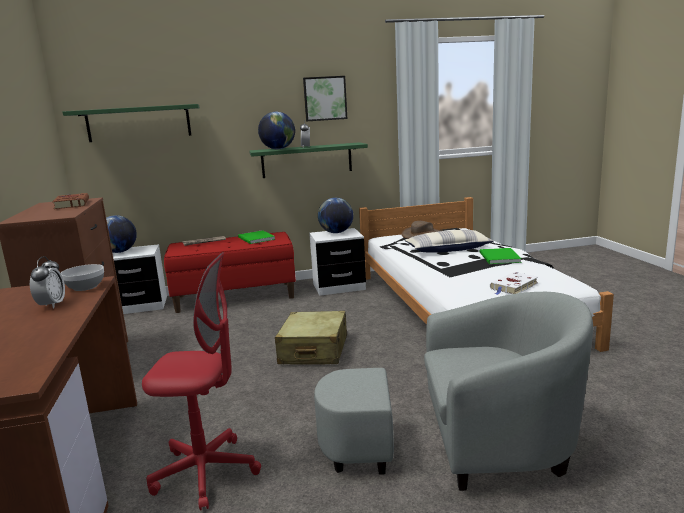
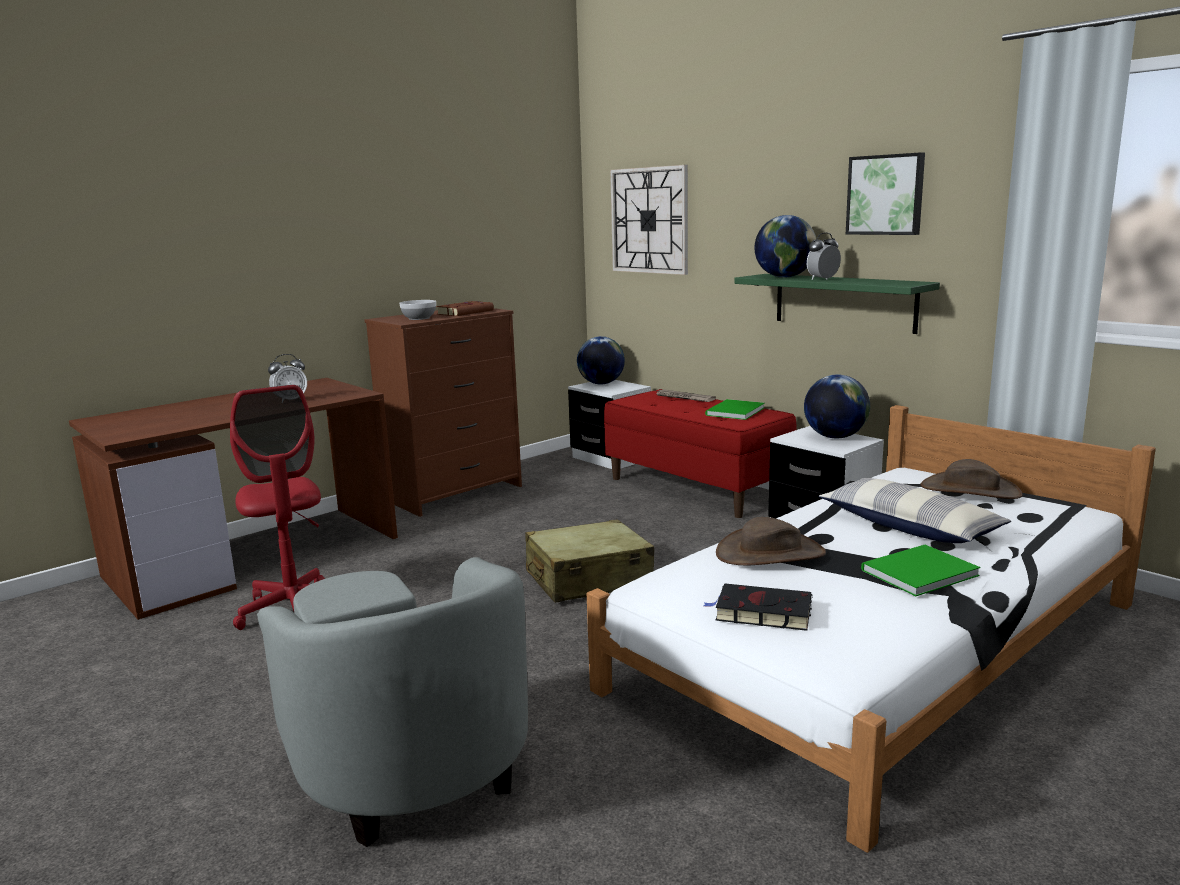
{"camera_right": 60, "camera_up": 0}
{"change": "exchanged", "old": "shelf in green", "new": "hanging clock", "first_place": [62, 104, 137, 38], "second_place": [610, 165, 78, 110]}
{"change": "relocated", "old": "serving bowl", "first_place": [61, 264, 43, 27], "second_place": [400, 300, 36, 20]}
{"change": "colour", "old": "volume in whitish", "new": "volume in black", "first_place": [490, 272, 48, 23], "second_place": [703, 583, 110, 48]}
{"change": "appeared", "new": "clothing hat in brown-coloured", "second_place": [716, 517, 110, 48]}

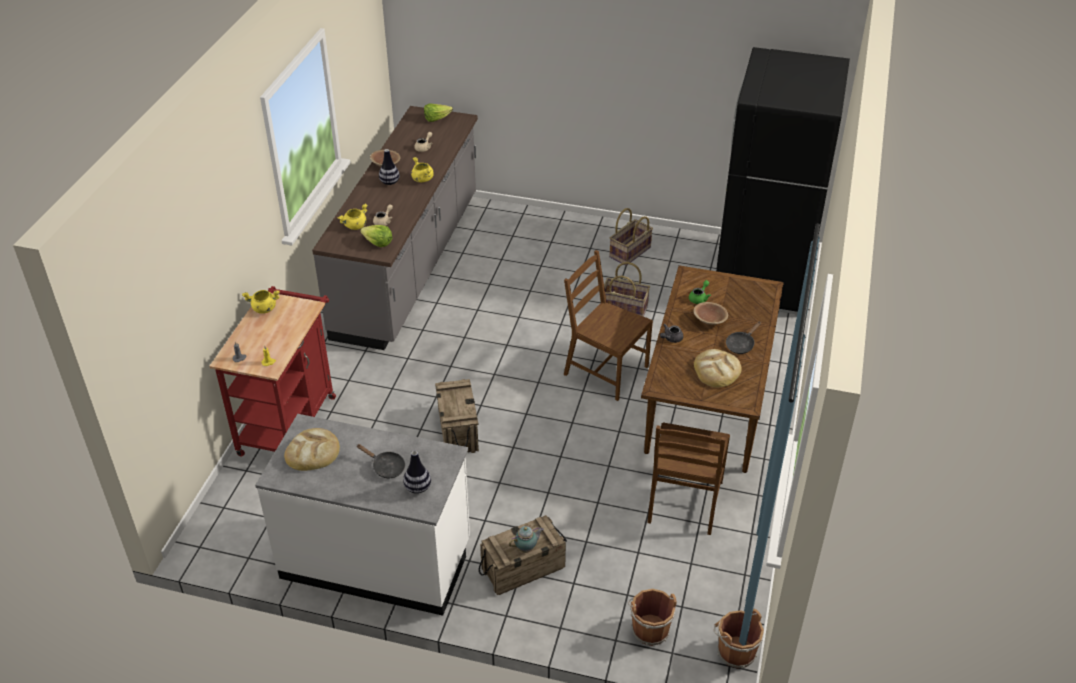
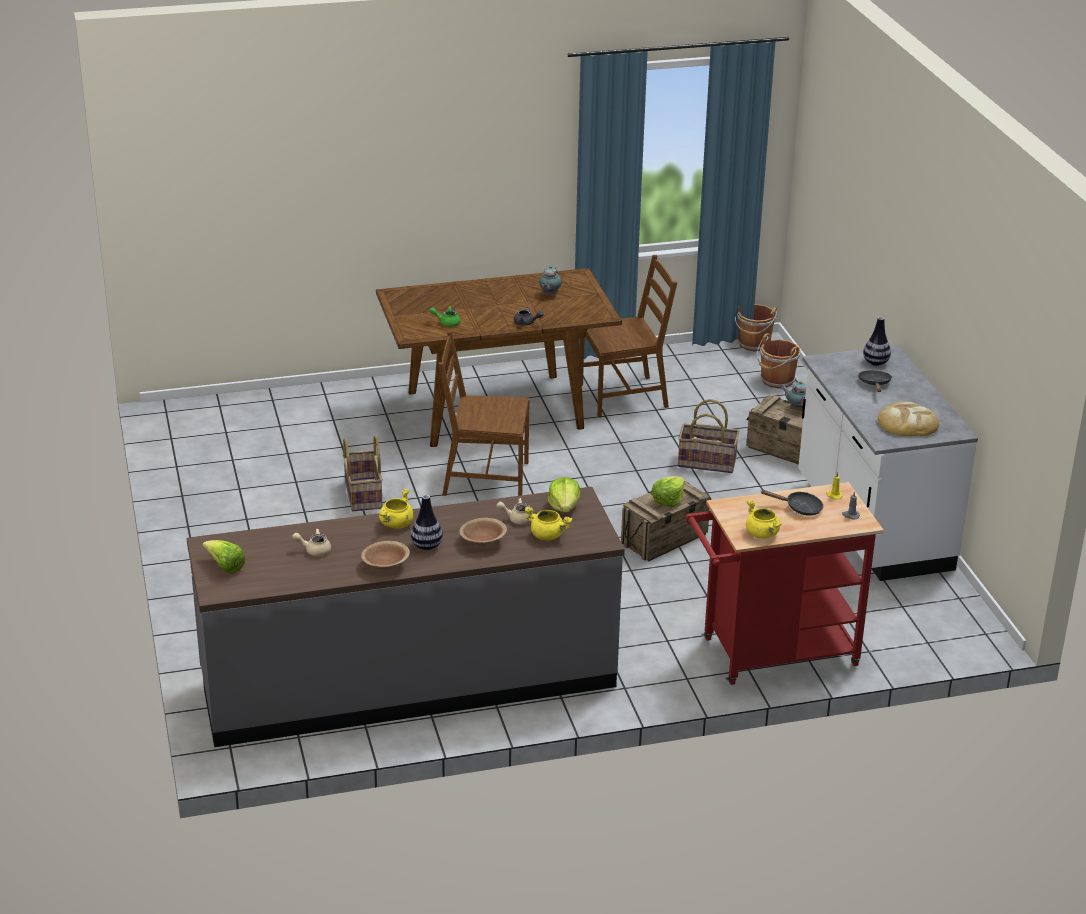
{"camera_right": -120, "camera_up": -10}
{"change": "missing", "old": "kitchen fridge in black", "first_place": [716, 47, 134, 267]}
{"change": "relocated", "old": "storage basket", "first_place": [609, 208, 44, 58], "second_place": [678, 399, 61, 74]}
{"change": "spun", "old": "plain chair in brown-coloured", "first_place": [564, 250, 89, 151], "second_place": [439, 331, 91, 165], "degrees": 90}
{"change": "relocated", "old": "serving bowl in brown-coloured", "first_place": [693, 302, 35, 23], "second_place": [459, 518, 48, 28]}
{"change": "relocated", "old": "pan in black", "first_place": [726, 321, 35, 33], "second_place": [760, 490, 63, 26]}
{"change": "exchanged", "old": "bread", "new": "teapot", "first_place": [694, 349, 48, 38], "second_place": [539, 266, 23, 30]}
{"change": "appeared", "new": "head of lettuce", "second_place": [652, 476, 33, 31]}

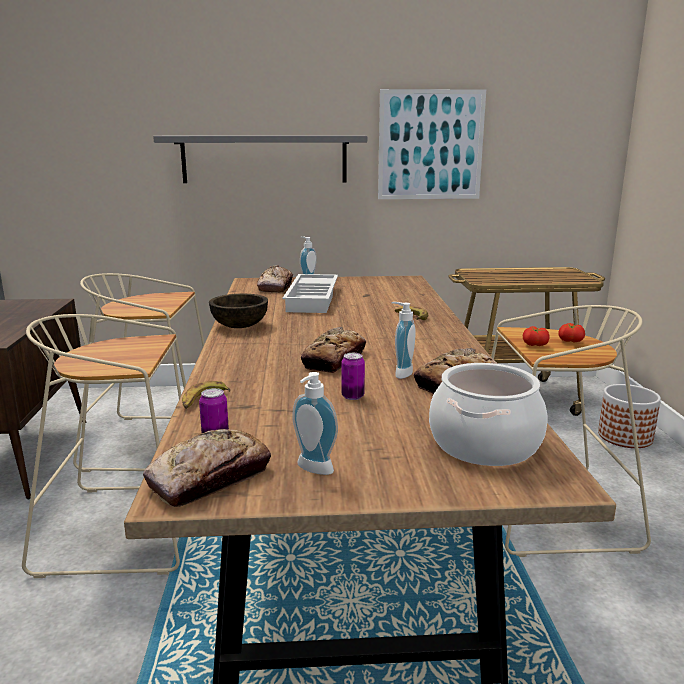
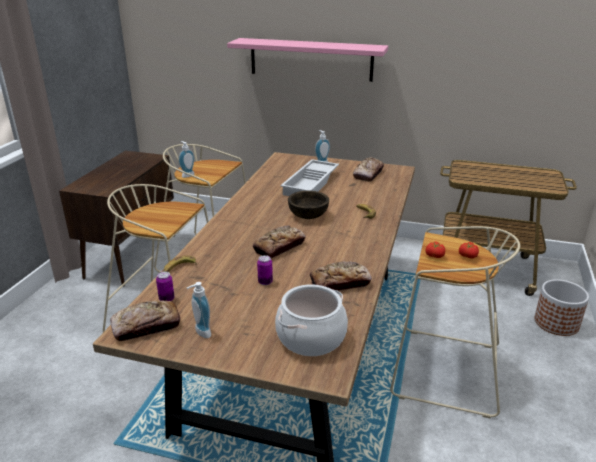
{"camera_right": 20, "camera_up": 10}
{"change": "missing", "old": "wall picture", "first_place": [378, 89, 108, 110]}
{"change": "colour", "old": "shelf in grey", "new": "shelf in pink-coloured", "first_place": [153, 136, 214, 47], "second_place": [227, 38, 161, 44]}
{"change": "relocated", "old": "bread", "first_place": [257, 265, 36, 28], "second_place": [353, 157, 31, 25]}
{"change": "relocated", "old": "serving bowl in brown-coloured", "first_place": [209, 294, 59, 34], "second_place": [288, 191, 41, 28]}
{"change": "relocated", "old": "soap bottle", "first_place": [392, 302, 24, 77], "second_place": [178, 141, 17, 37]}

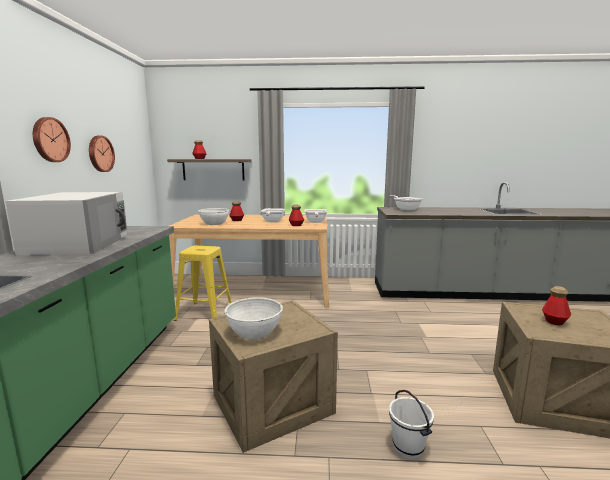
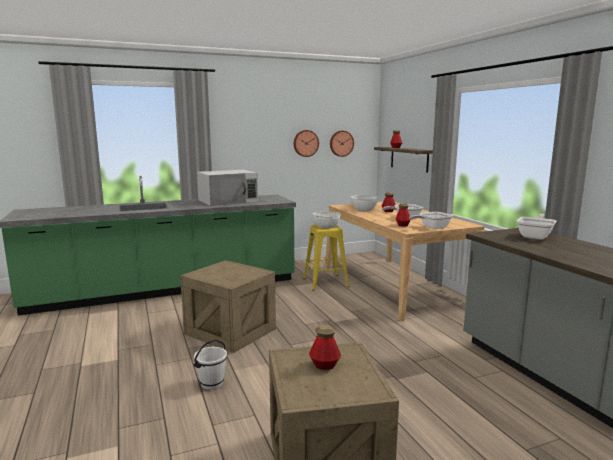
{"camera_right": 65, "camera_up": 0}
{"change": "relocated", "old": "hanging clock", "first_place": [33, 117, 38, 45], "second_place": [330, 131, 24, 26]}
{"change": "relocated", "old": "serving bowl in whitish", "first_place": [224, 297, 59, 43], "second_place": [312, 211, 29, 17]}

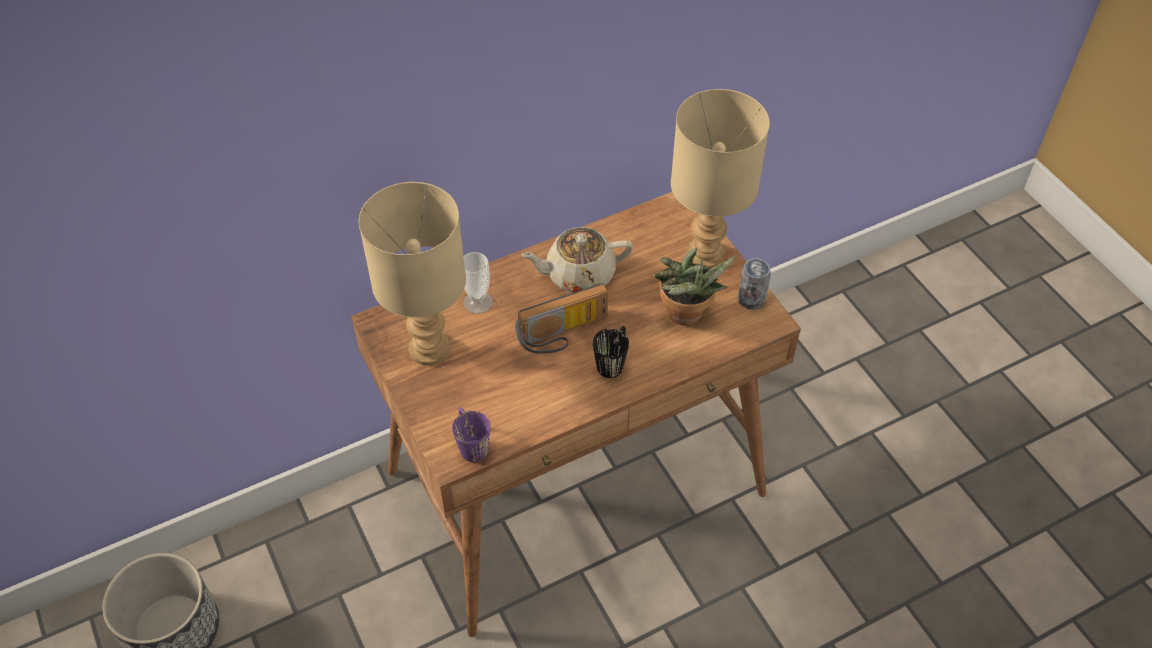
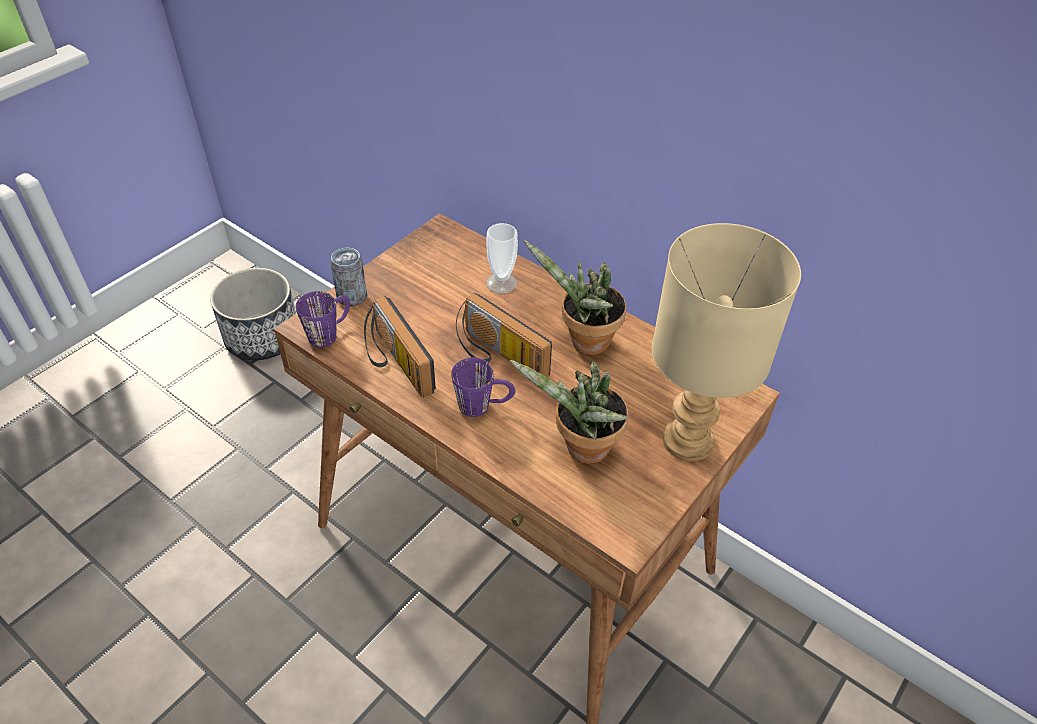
{"camera_right": 65, "camera_up": -5}
{"change": "missing", "old": "table lamp in sand-coloured", "first_place": [359, 182, 107, 184]}
{"change": "exchanged", "old": "teapot in sand-coloured", "new": "houseplant", "first_place": [521, 227, 112, 66], "second_place": [524, 240, 102, 115]}
{"change": "relocated", "old": "sealed can", "first_place": [738, 258, 33, 52], "second_place": [330, 248, 37, 58]}
{"change": "colour", "old": "tea mug in black", "new": "tea mug in purplish", "first_place": [593, 326, 36, 52], "second_place": [451, 358, 65, 59]}
{"change": "appeared", "new": "radio receiver", "second_place": [364, 296, 72, 102]}

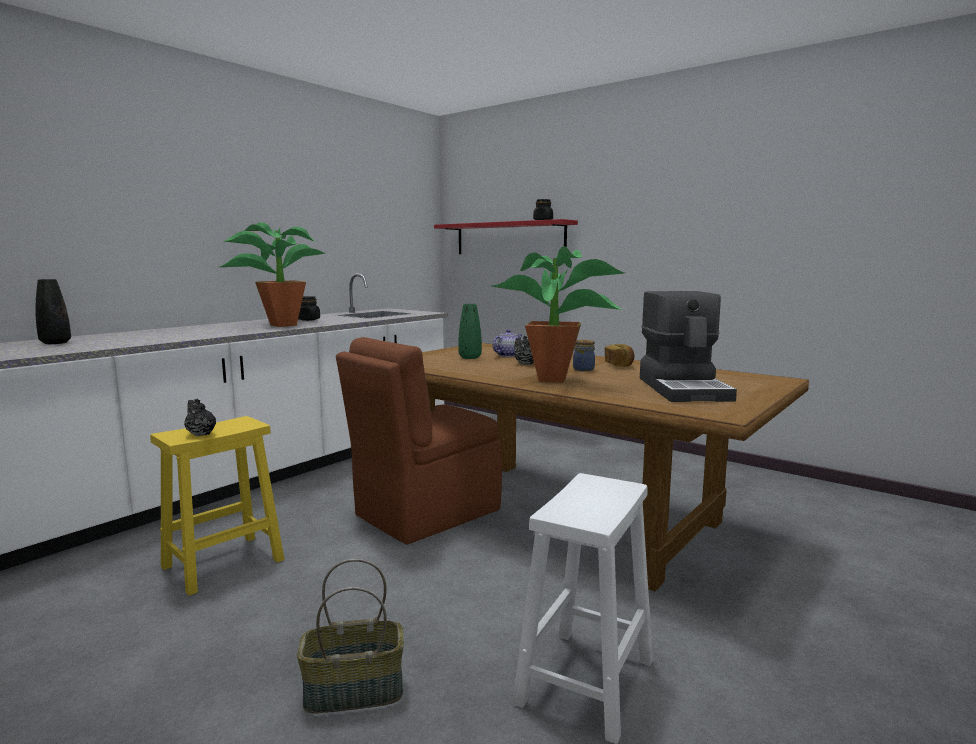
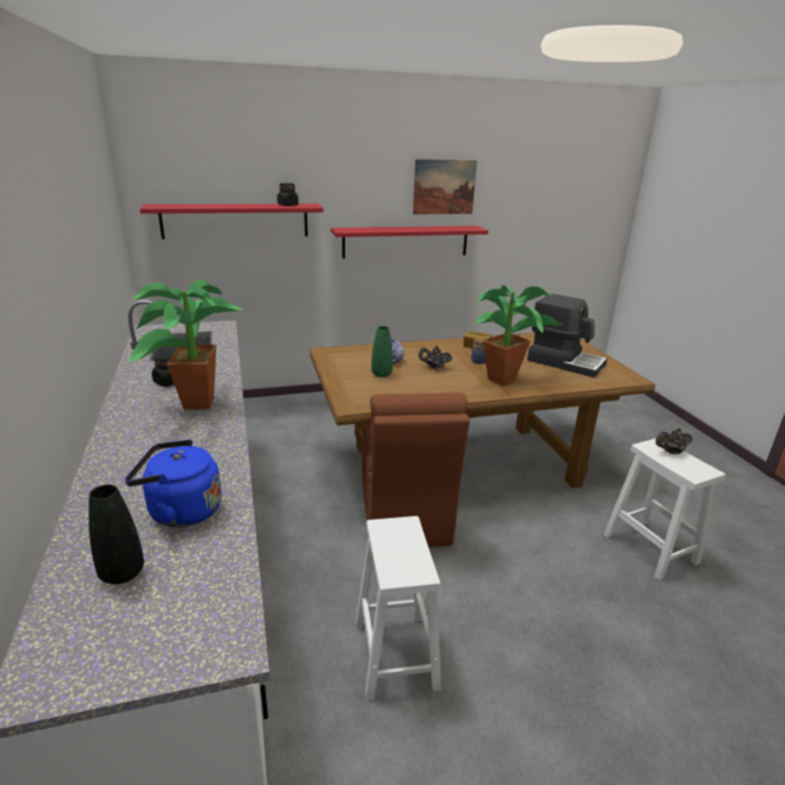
{"camera_right": -55, "camera_up": 15}
{"change": "relocated", "old": "teapot in black", "first_place": [184, 398, 32, 38], "second_place": [655, 428, 38, 26]}
{"change": "colour", "old": "stool seat in yellowish", "new": "stool seat in whitish", "first_place": [150, 416, 134, 180], "second_place": [355, 516, 86, 184]}
{"change": "missing", "old": "storage basket", "first_place": [297, 559, 107, 154]}
{"change": "appeared", "new": "wall picture", "second_place": [413, 159, 64, 55]}
{"change": "appeared", "new": "shelf in reddish", "second_place": [331, 226, 157, 33]}
{"change": "appeared", "new": "water kettle in blue", "second_place": [125, 439, 97, 88]}

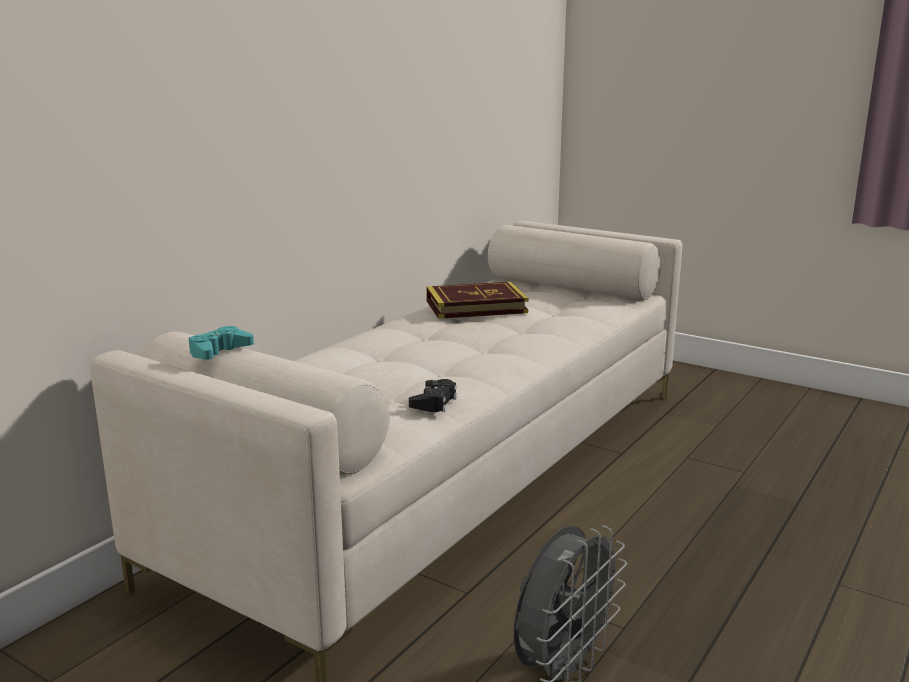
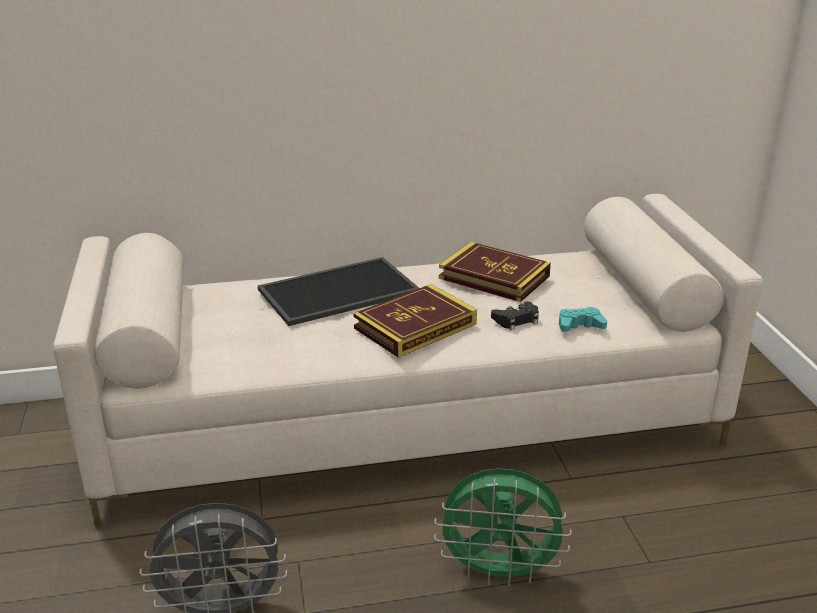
{"camera_right": 45, "camera_up": 10}
{"change": "relocated", "old": "game controller in blue-green", "first_place": [189, 326, 65, 34], "second_place": [559, 307, 48, 25]}
{"change": "relocated", "old": "game controller in black", "first_place": [409, 379, 48, 33], "second_place": [491, 301, 48, 29]}
{"change": "appeared", "new": "tray", "second_place": [258, 257, 161, 69]}
{"change": "appeared", "new": "volume", "second_place": [354, 284, 123, 74]}
{"change": "appeared", "new": "fan in green", "second_place": [434, 468, 138, 119]}

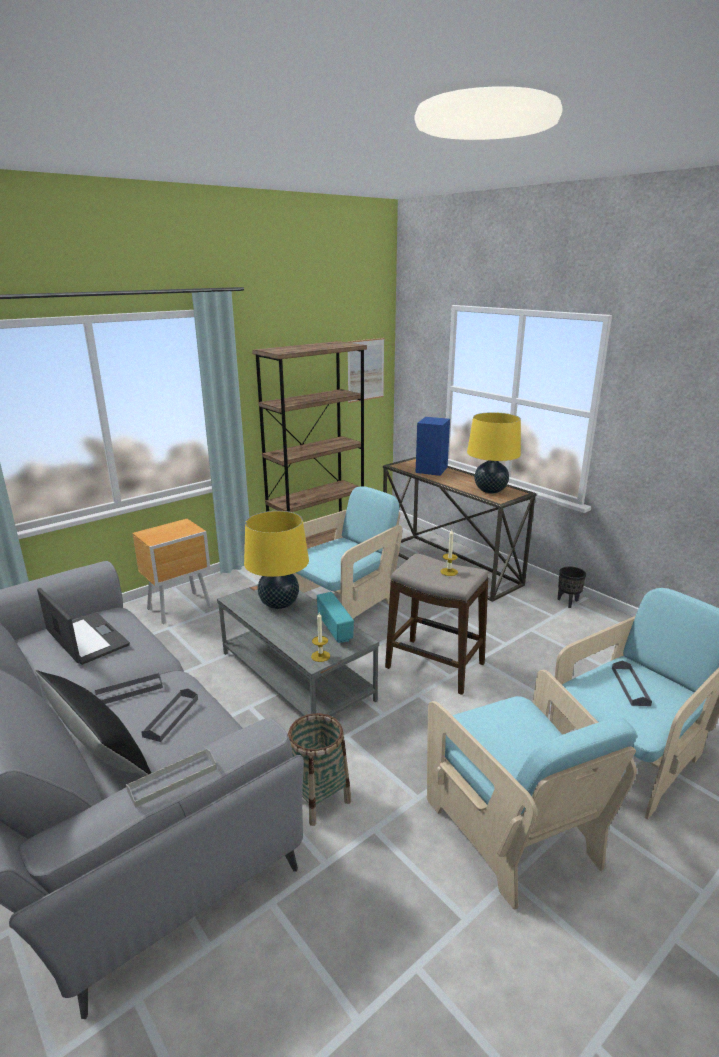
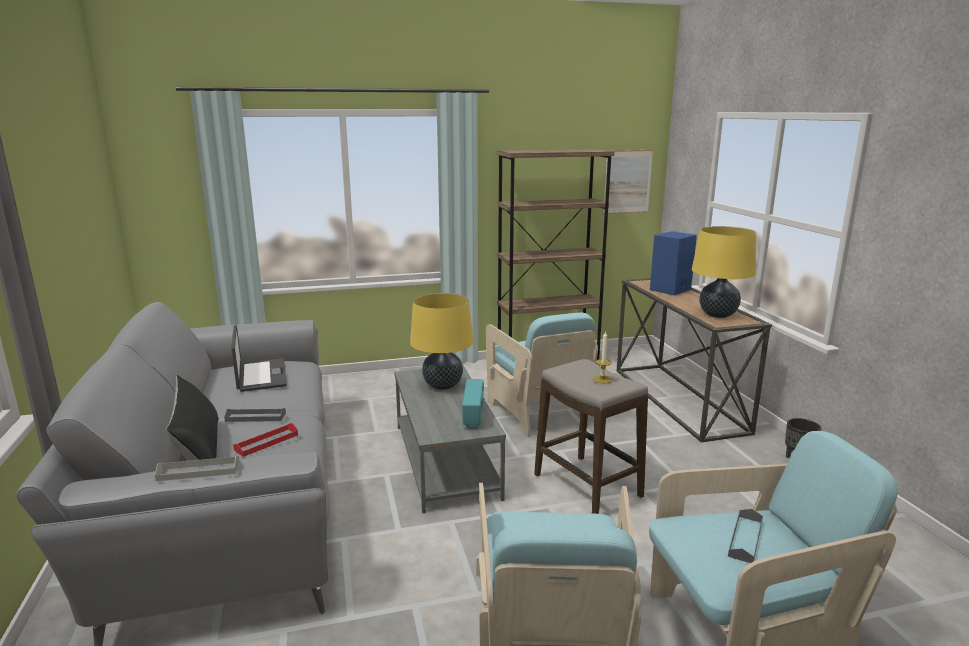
{"camera_right": 25, "camera_up": -5}
{"change": "spun", "old": "lounge chair in blue-green", "first_place": [293, 486, 110, 132], "second_place": [486, 313, 112, 124], "degrees": 90}
{"change": "missing", "old": "night table in brown-coloured", "first_place": [132, 519, 80, 105]}
{"change": "missing", "old": "candle", "first_place": [311, 613, 19, 49]}
{"change": "colour", "old": "tray in grey", "new": "tray in reddish", "first_place": [142, 688, 56, 54], "second_place": [233, 423, 65, 34]}
{"change": "missing", "old": "storage basket", "first_place": [288, 713, 63, 113]}

